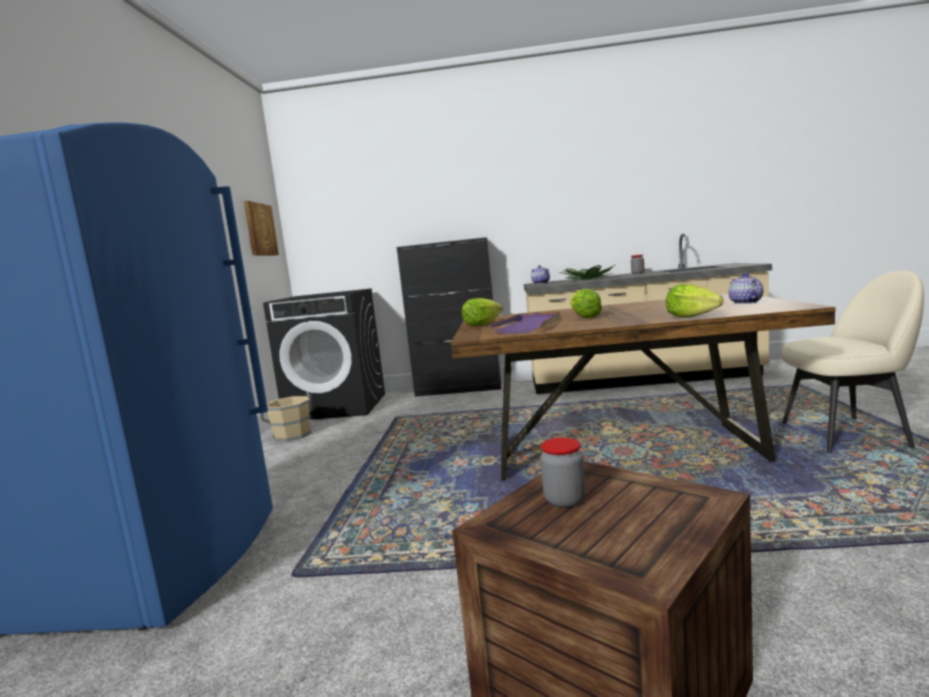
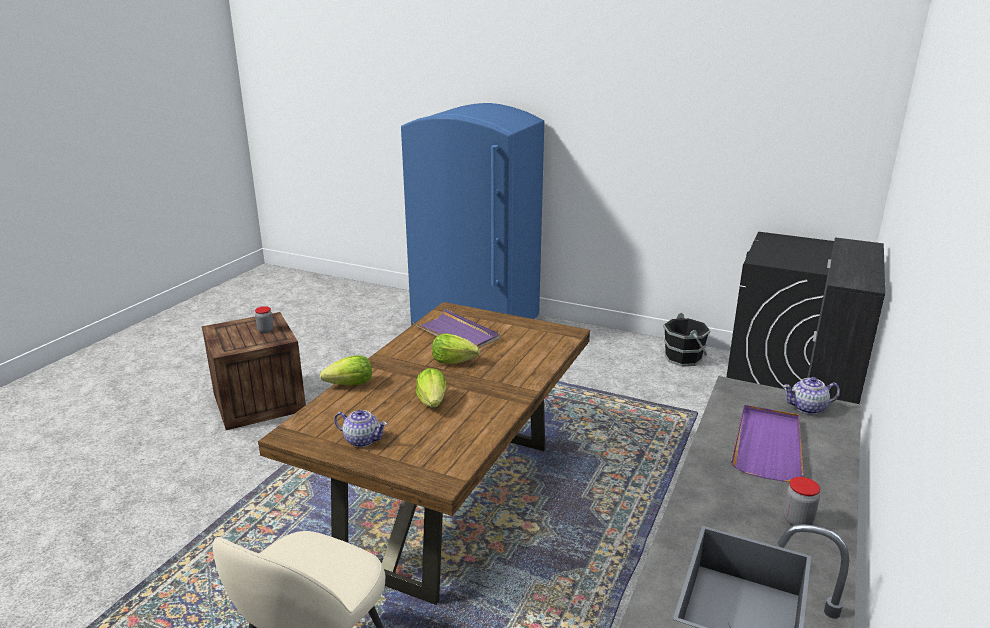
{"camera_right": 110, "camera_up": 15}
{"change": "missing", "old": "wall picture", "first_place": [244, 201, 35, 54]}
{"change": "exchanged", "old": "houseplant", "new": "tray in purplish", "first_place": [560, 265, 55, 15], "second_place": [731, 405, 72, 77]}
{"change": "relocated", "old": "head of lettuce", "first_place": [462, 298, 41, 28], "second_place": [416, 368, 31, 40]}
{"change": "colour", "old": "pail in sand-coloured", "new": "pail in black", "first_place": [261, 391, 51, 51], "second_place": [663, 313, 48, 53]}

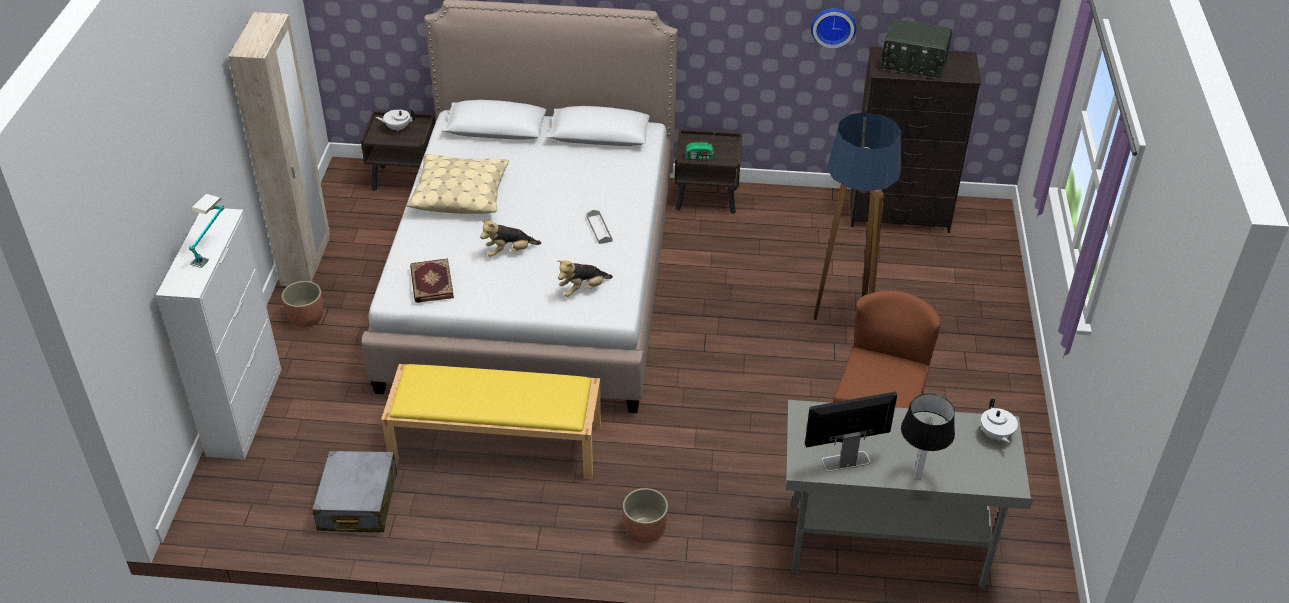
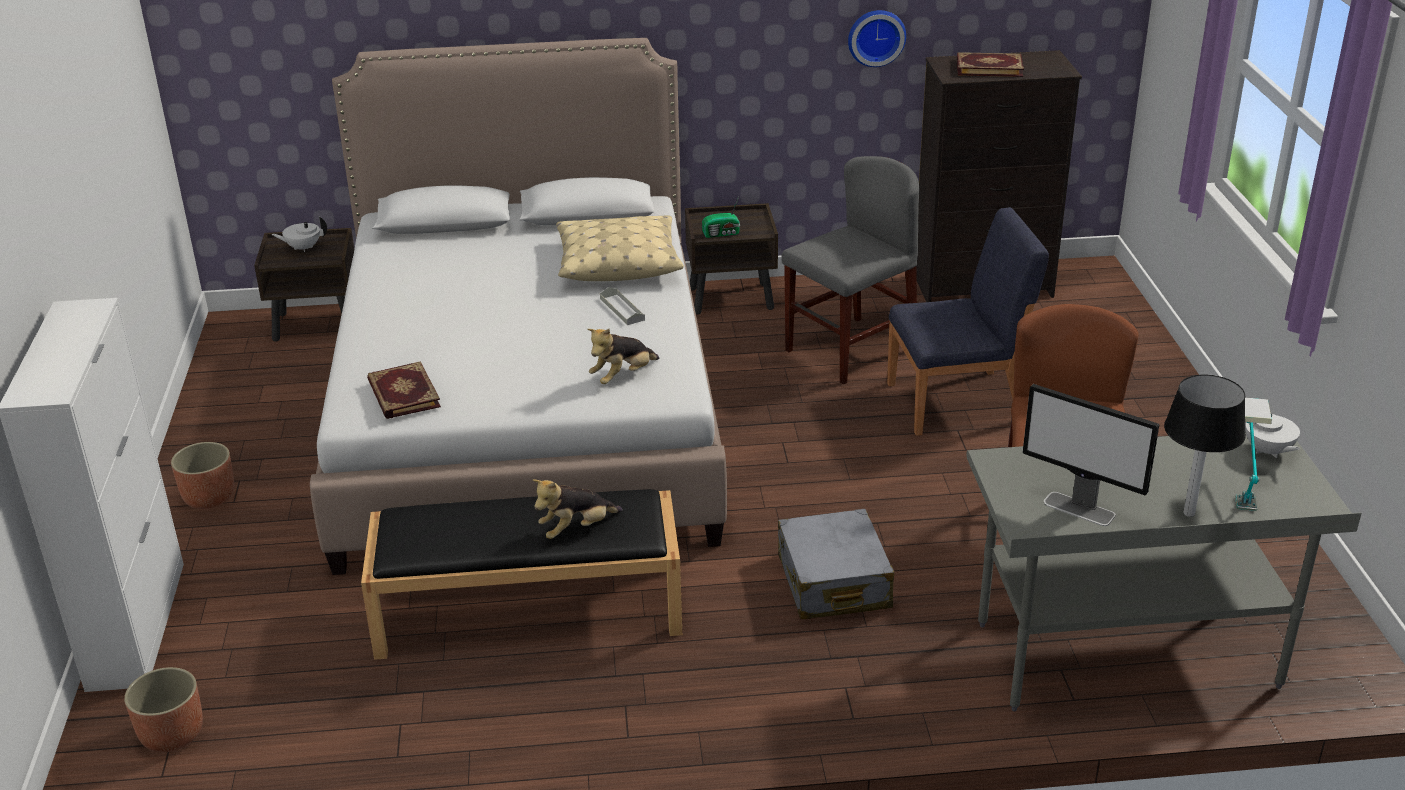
{"camera_right": -10, "camera_up": -10}
{"change": "missing", "old": "wardrobe in sand-coloured", "first_place": [228, 12, 102, 274]}
{"change": "exchanged", "old": "radio receiver", "new": "volume", "first_place": [880, 19, 72, 60], "second_place": [957, 52, 67, 25]}
{"change": "exchanged", "old": "standing lamp", "new": "plain chair in blue", "first_place": [814, 112, 87, 208], "second_place": [887, 207, 162, 229]}
{"change": "relocated", "old": "throw pillow in sand-coloured", "first_place": [406, 154, 103, 60], "second_place": [556, 215, 128, 66]}
{"change": "relocated", "old": "table lamp", "first_place": [189, 194, 35, 74], "second_place": [1235, 398, 37, 113]}
{"change": "relocated", "old": "plush toy", "first_place": [480, 220, 61, 37], "second_place": [533, 479, 90, 60]}
{"change": "colour", "old": "long seat in yellowish", "new": "long seat in black", "first_place": [381, 364, 220, 115], "second_place": [361, 489, 321, 171]}
{"change": "spun", "old": "computer screen", "first_place": [805, 392, 92, 80], "second_place": [1023, 384, 136, 142], "degrees": -120}
{"change": "relocated", "old": "travel case in grey", "first_place": [312, 451, 85, 81], "second_place": [778, 509, 116, 110]}
{"change": "relocated", "old": "planter", "first_place": [623, 488, 45, 55], "second_place": [124, 667, 79, 85]}
{"change": "appeared", "new": "plain chair in grey", "second_place": [782, 156, 137, 229]}

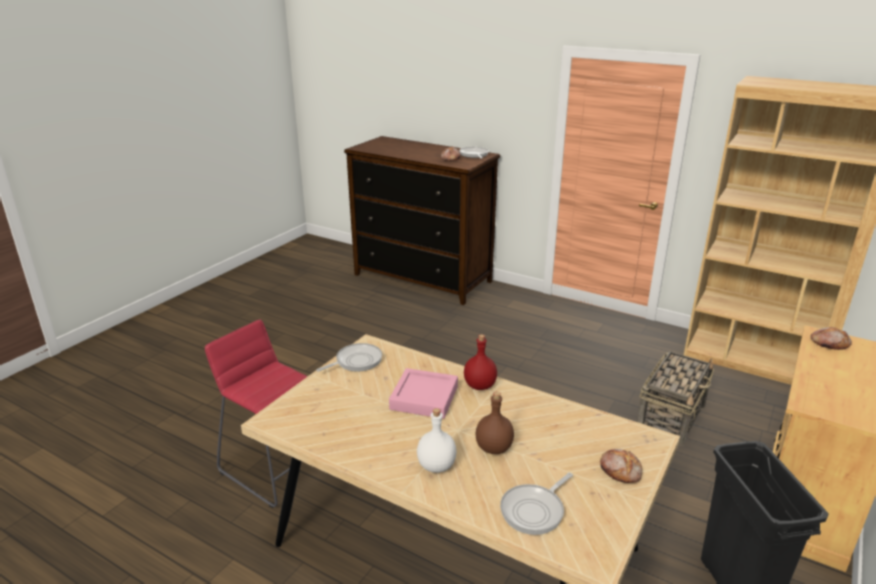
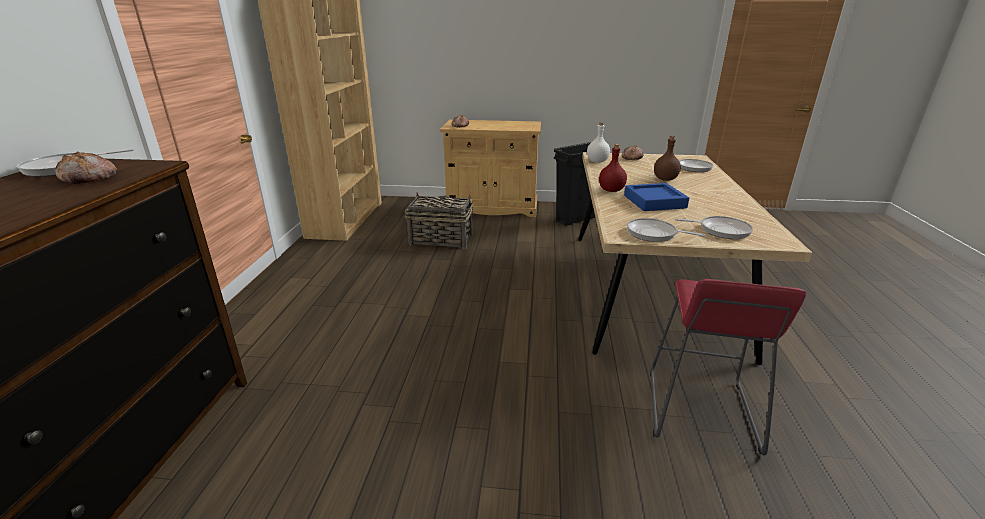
{"camera_right": -115, "camera_up": 0}
{"change": "colour", "old": "tray in pink-coloured", "new": "tray in blue", "first_place": [389, 368, 69, 51], "second_place": [624, 183, 65, 28]}
{"change": "relocated", "old": "drink bottle in whitish", "first_place": [417, 408, 40, 65], "second_place": [587, 122, 23, 41]}
{"change": "appeared", "new": "pan", "second_place": [675, 216, 78, 23]}

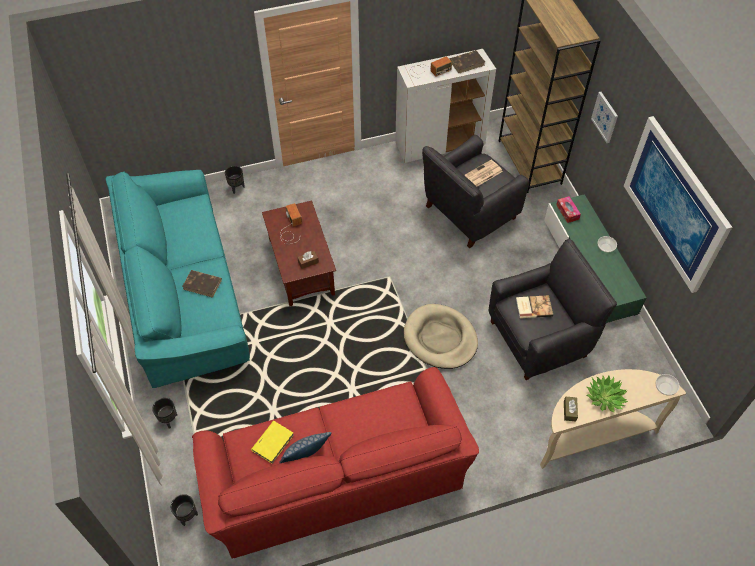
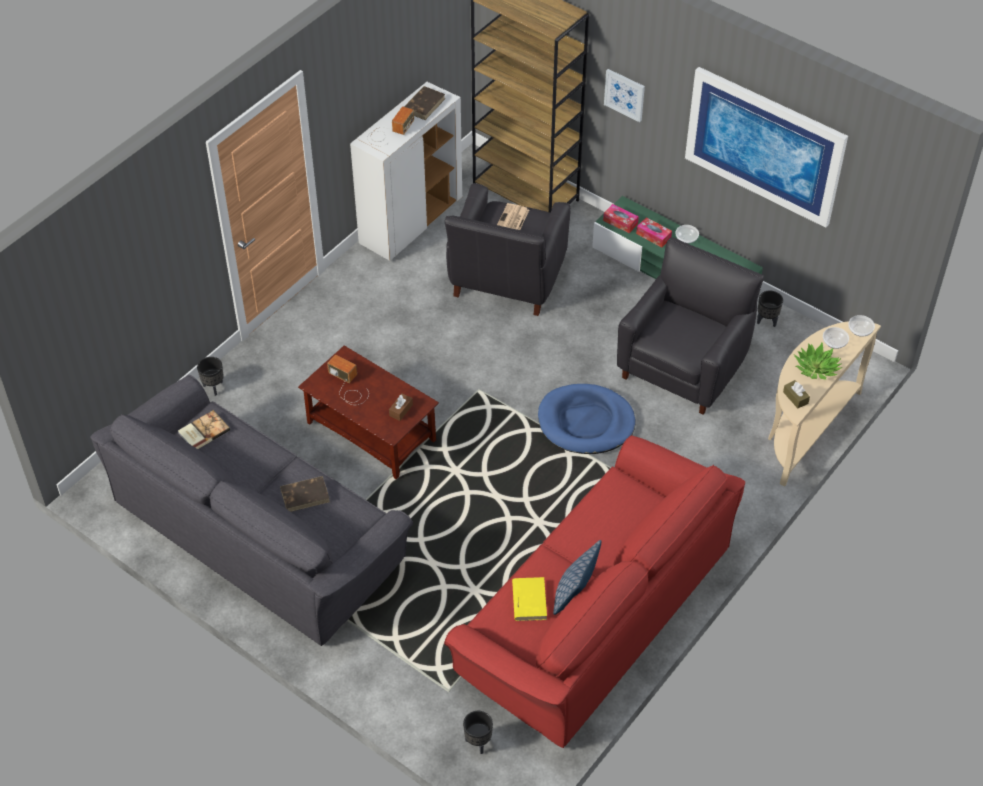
{"camera_right": -35, "camera_up": -5}
{"change": "colour", "old": "sofa in blue-green", "new": "sofa in grey", "first_place": [106, 169, 144, 219], "second_place": [90, 375, 323, 271]}
{"change": "relocated", "old": "volume", "first_place": [516, 295, 37, 24], "second_place": [178, 410, 52, 39]}
{"change": "colour", "old": "pet bed in sand-coloured", "new": "pet bed in blue", "first_place": [404, 304, 74, 65], "second_place": [538, 384, 97, 70]}
{"change": "relocated", "old": "planter in black", "first_place": [152, 398, 25, 31], "second_place": [757, 291, 26, 36]}
{"change": "appeared", "new": "box of tissues", "second_place": [636, 217, 36, 31]}
{"change": "appeared", "new": "serving bowl", "second_place": [823, 327, 26, 22]}

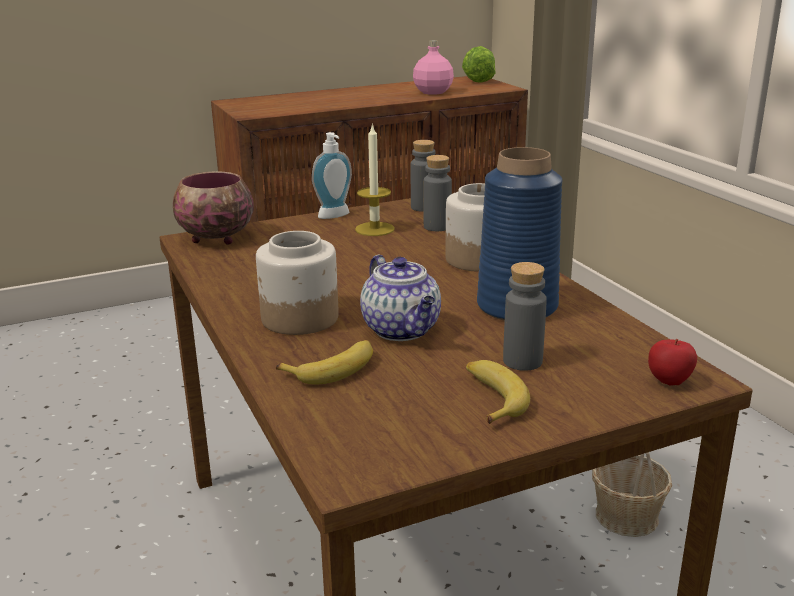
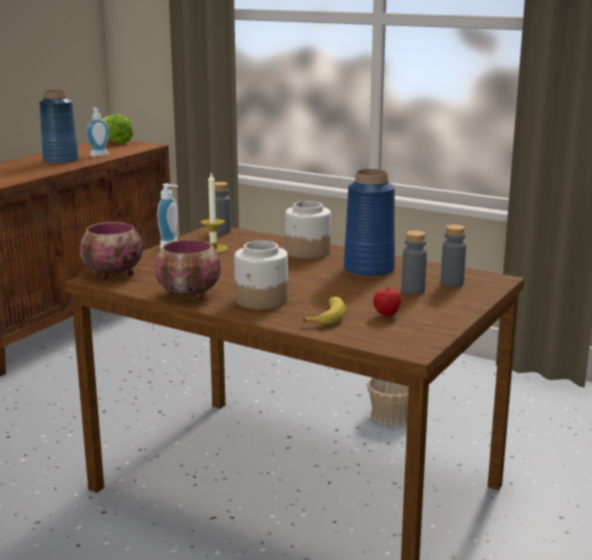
{"camera_right": -35, "camera_up": -5}
{"change": "exchanged", "old": "drink bottle in pink-coloured", "new": "soap bottle", "first_place": [413, 40, 41, 54], "second_place": [86, 108, 24, 49]}
{"change": "relocated", "old": "drink bottle in grey", "first_place": [423, 155, 29, 76], "second_place": [441, 224, 25, 63]}
{"change": "missing", "old": "teapot", "first_place": [360, 255, 81, 86]}
{"change": "relocated", "old": "whole apple", "first_place": [648, 339, 49, 47], "second_place": [373, 288, 28, 28]}
{"change": "missing", "old": "banana", "first_place": [466, 360, 64, 64]}
{"change": "appeared", "new": "flower vase in blue", "second_place": [39, 90, 40, 74]}
{"change": "appeared", "new": "serving bowl", "second_place": [155, 240, 66, 60]}

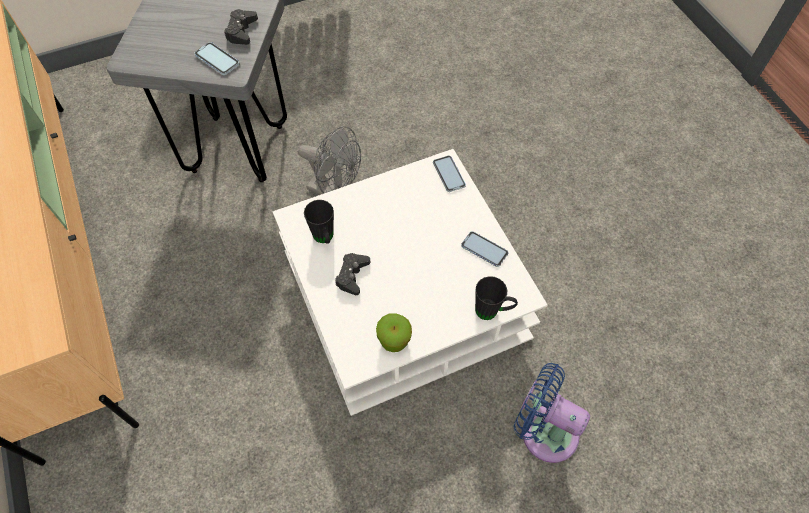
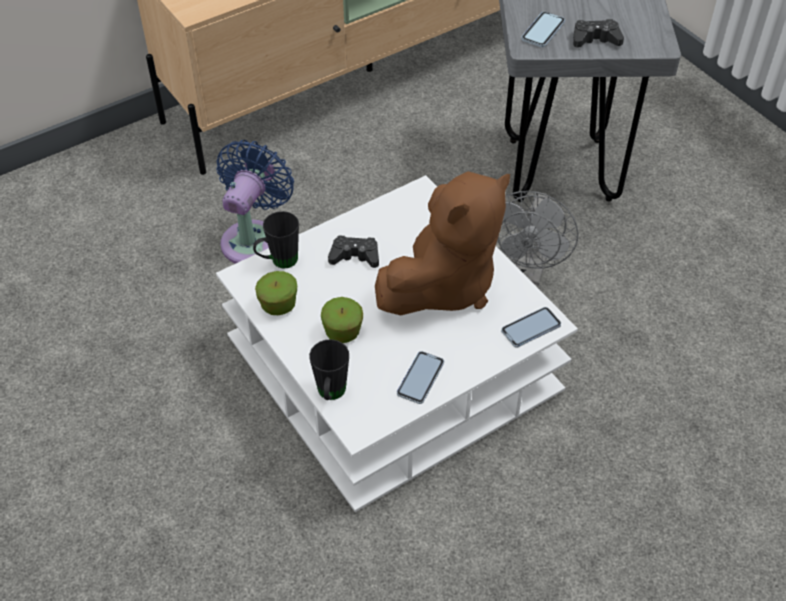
{"camera_right": 80, "camera_up": -10}
{"change": "relocated", "old": "tea mug in black", "first_place": [304, 200, 30, 44], "second_place": [253, 211, 46, 57]}
{"change": "relocated", "old": "fan in blue", "first_place": [514, 363, 76, 100], "second_place": [216, 140, 78, 124]}
{"change": "appeared", "new": "plush toy in brown-coloured", "second_place": [375, 171, 135, 144]}
{"change": "appeared", "new": "whole apple", "second_place": [321, 297, 42, 46]}

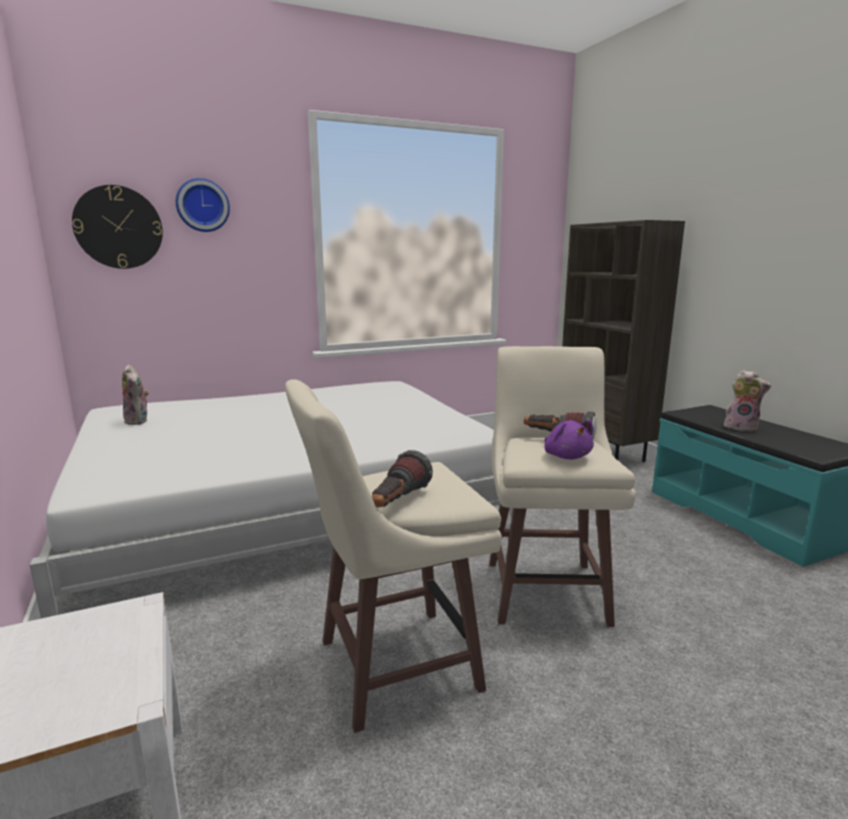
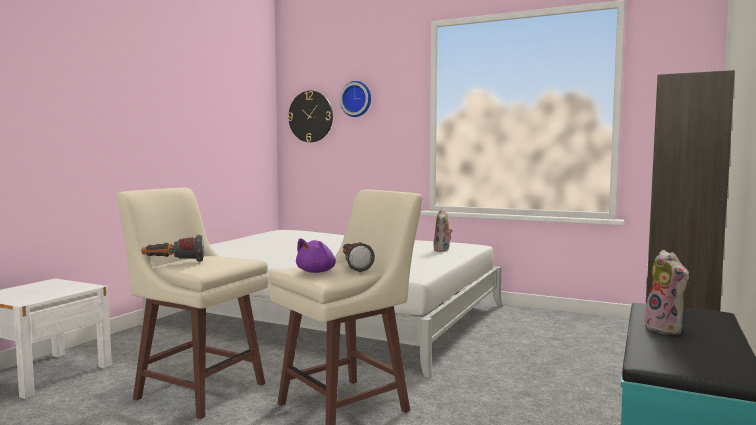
{"camera_right": 50, "camera_up": -10}
{"change": "relocated", "old": "plush toy", "first_place": [122, 365, 27, 60], "second_place": [433, 208, 20, 44]}

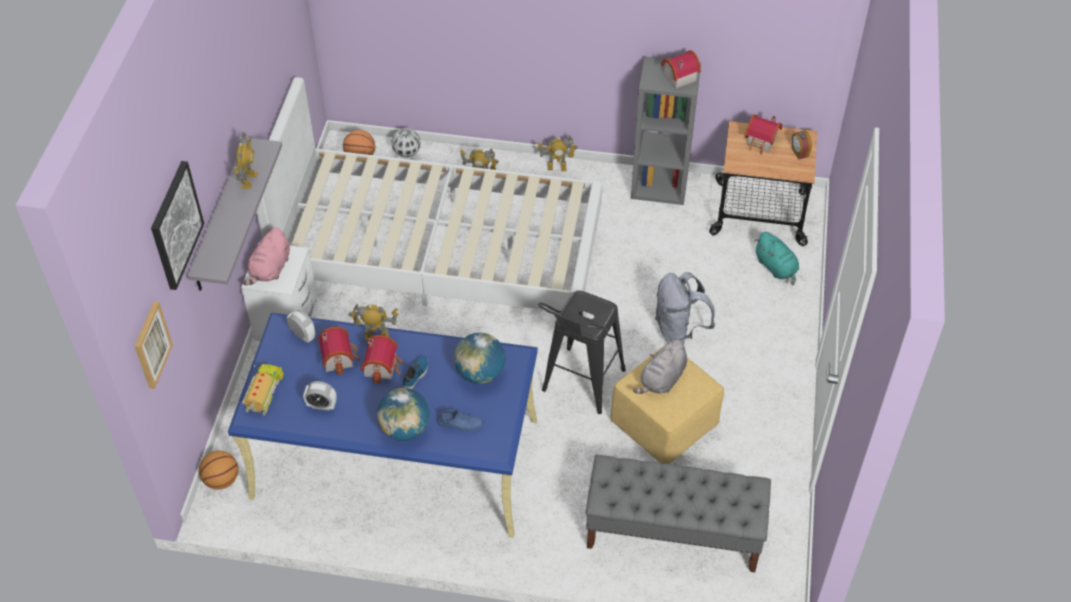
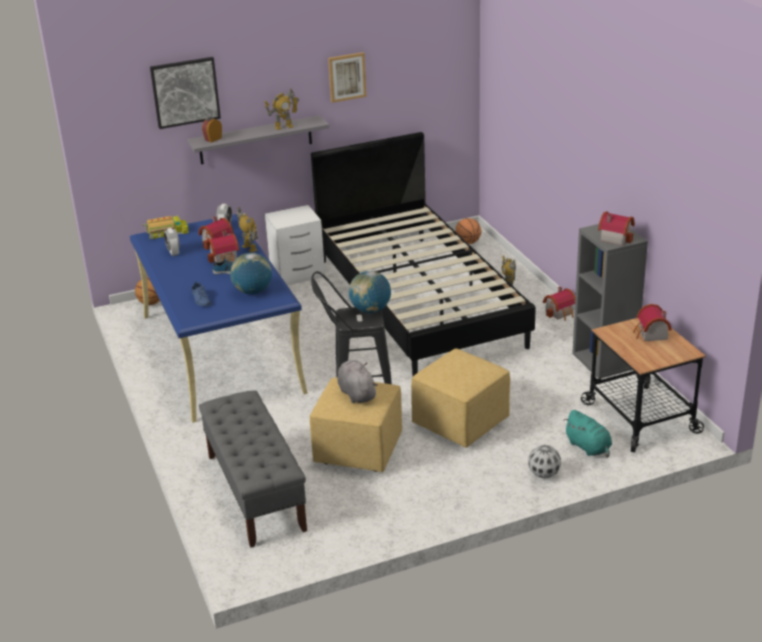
{"camera_right": 60, "camera_up": -20}
{"change": "colour", "old": "bed in whitish", "new": "bed in black", "first_place": [256, 77, 346, 234], "second_place": [311, 132, 225, 244]}
{"change": "relocated", "old": "football ball", "first_place": [391, 128, 30, 29], "second_place": [528, 445, 33, 33]}
{"change": "relocated", "old": "bedside clock", "first_place": [792, 130, 20, 29], "second_place": [202, 117, 20, 26]}
{"change": "exchanged", "old": "toy robot", "new": "model house", "first_place": [537, 135, 41, 36], "second_place": [543, 286, 32, 35]}
{"change": "missing", "old": "plush toy in pink-coloured", "first_place": [242, 228, 48, 57]}
{"change": "spun", "old": "plush toy in blue-green", "first_place": [754, 232, 45, 53], "second_place": [564, 410, 48, 48], "degrees": -60}
{"change": "exchanged", "old": "rucksack in grey", "new": "pouffe in yellowish", "first_place": [655, 272, 60, 72], "second_place": [411, 348, 99, 100]}
{"change": "relocated", "old": "wall picture", "first_place": [134, 301, 39, 88], "second_place": [328, 52, 39, 51]}
{"change": "spun", "old": "plush toy in grey", "first_place": [633, 339, 54, 55], "second_place": [337, 360, 41, 43], "degrees": 60}
{"change": "relocated", "old": "world globe", "first_place": [377, 388, 53, 53], "second_place": [349, 271, 42, 42]}

